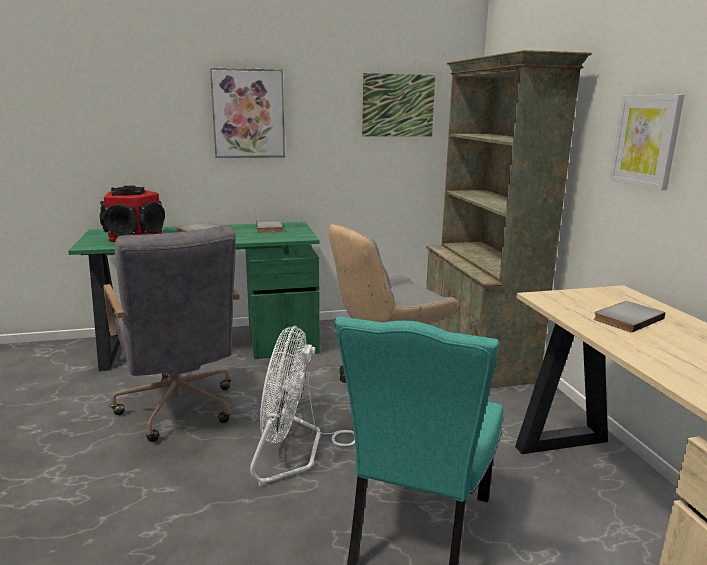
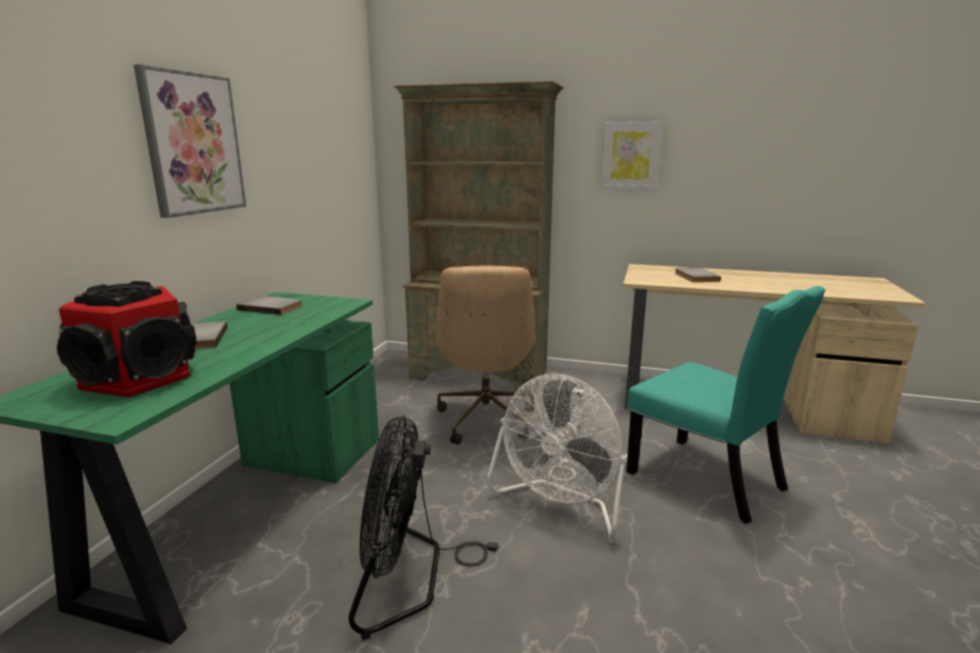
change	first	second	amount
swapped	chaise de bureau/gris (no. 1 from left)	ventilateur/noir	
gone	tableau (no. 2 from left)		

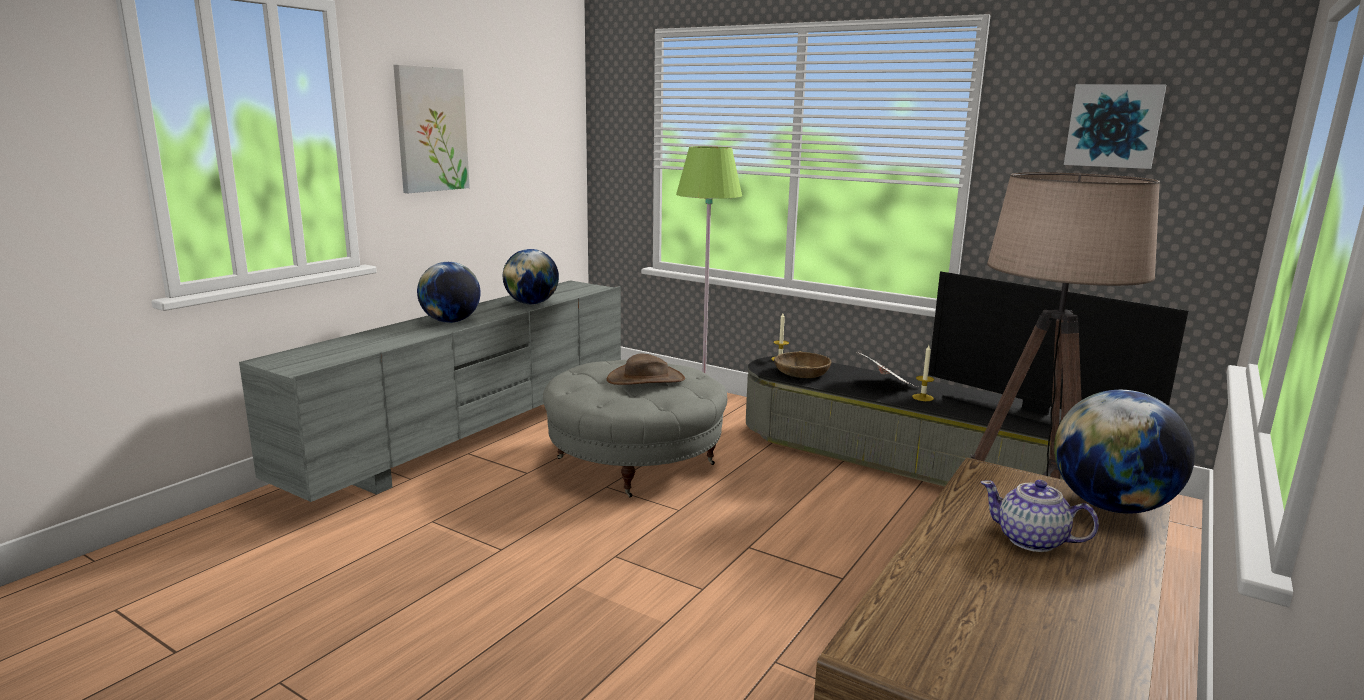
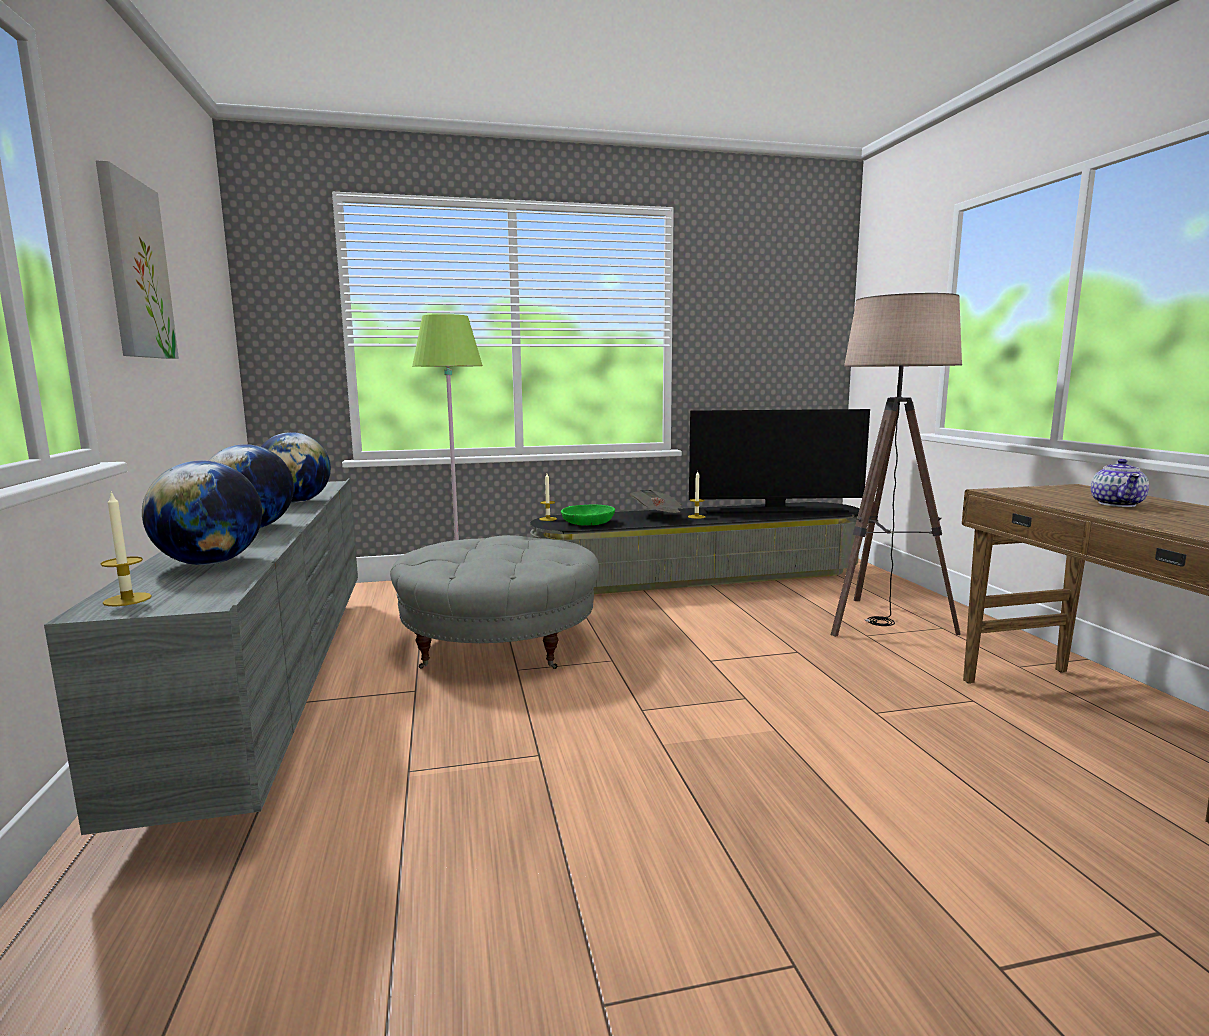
change	first	second	amount
gone	chapeau/marron		
repainted	bol/marron	bol/vert	
rotated	théière		60 degrees counterclockwise
shifted	globe (no. 3 from left in the first image)	globe (no. 1 from left)	
gone	tableau (no. 2 from left)		
new		bougie (no. 1 from left)	

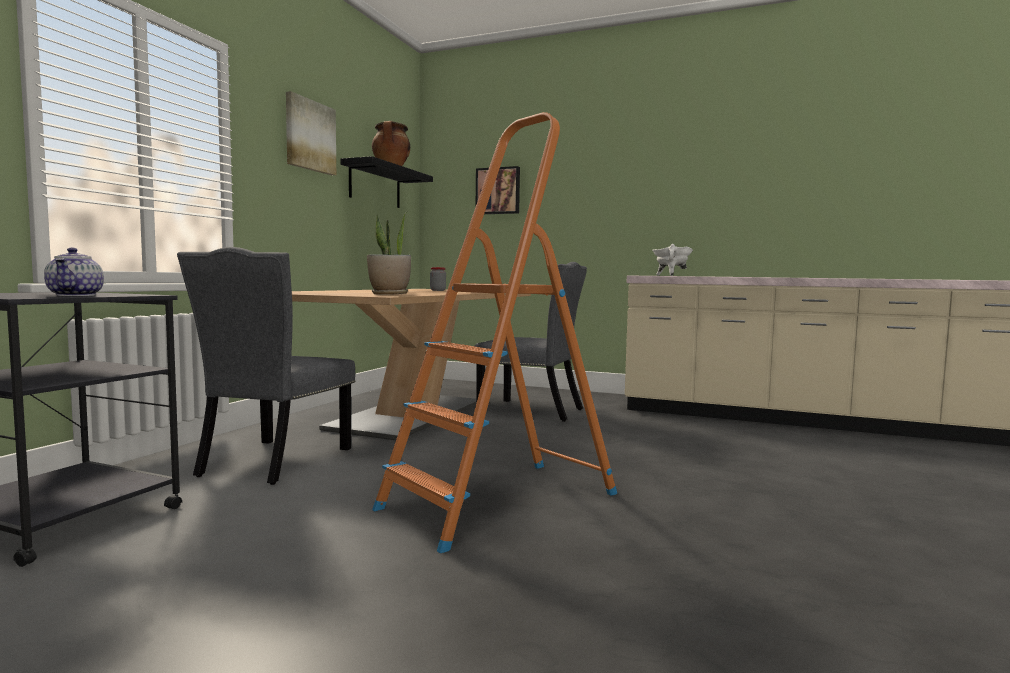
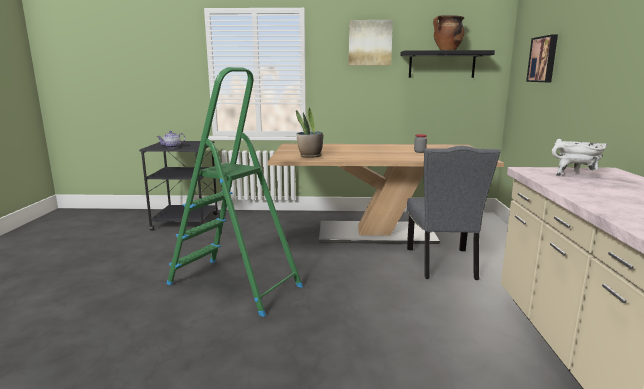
change	first	second	amount
gone	chaise/gris (no. 1 from left)		
repainted	escabeau/orange	escabeau/vert	

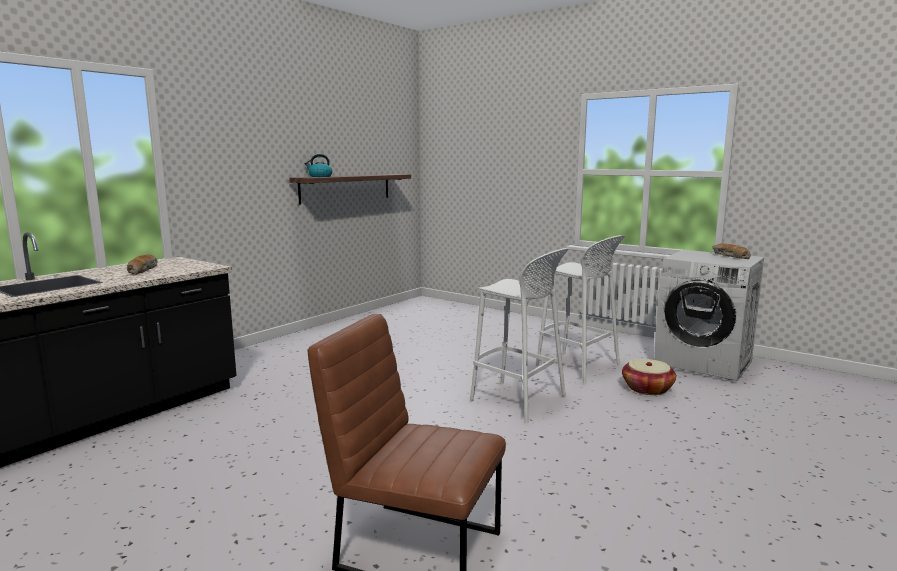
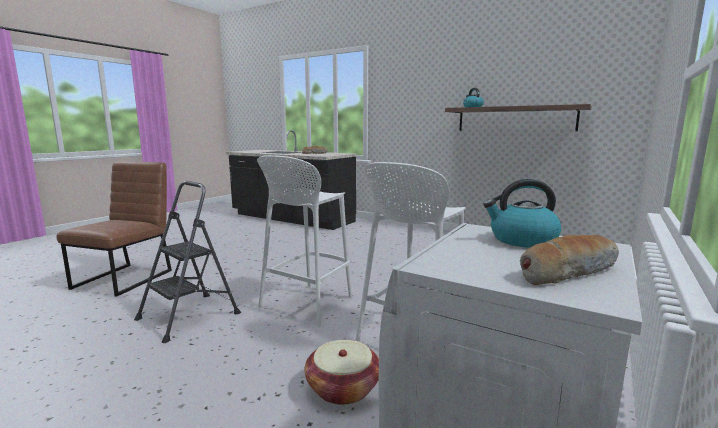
change	first	second	amount
new		escabeau/noir	
new		bouilloire (no. 2 from left)	

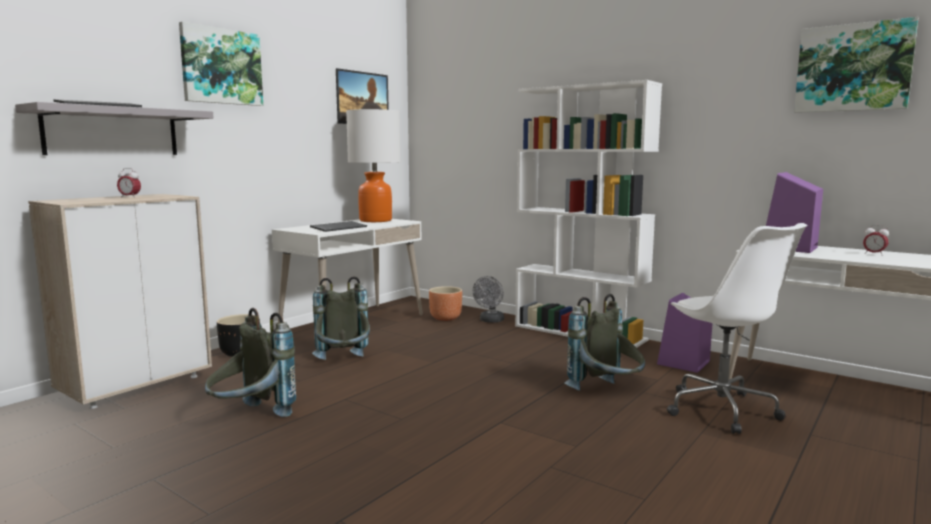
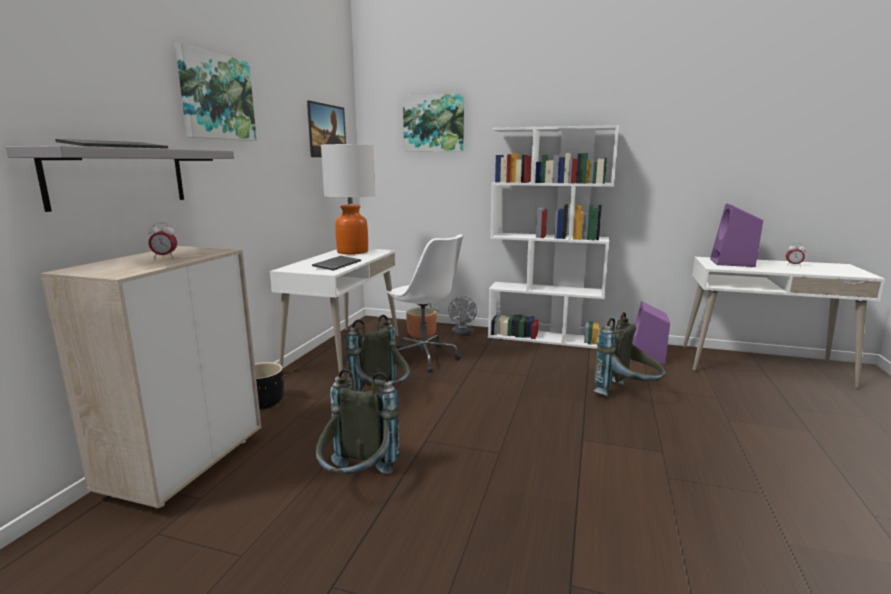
change	first	second	amount
shifted	chaise de bureau/blanc		
shifted	tableau (no. 3 from left)		

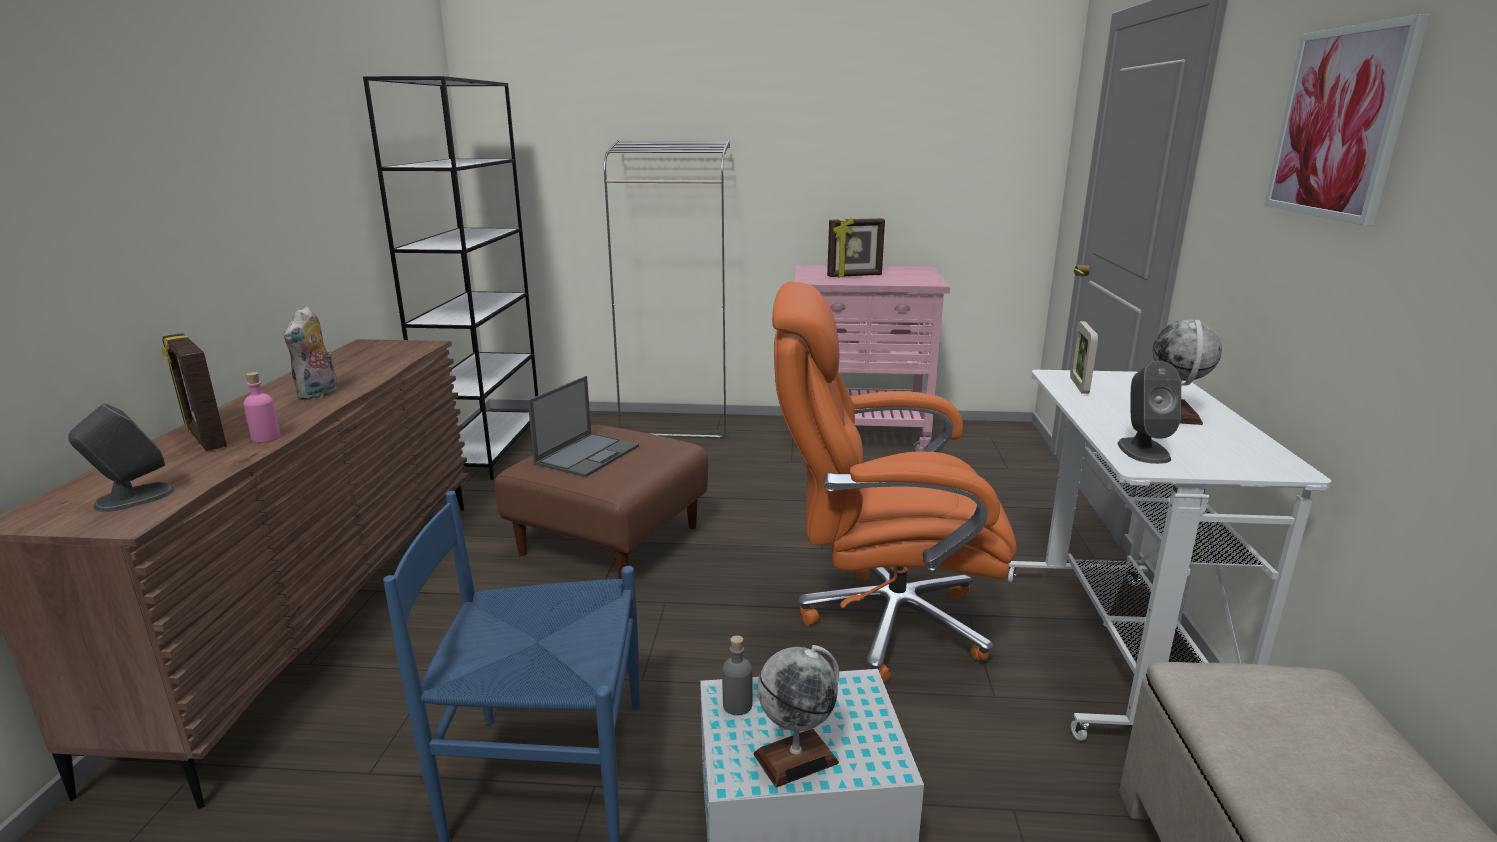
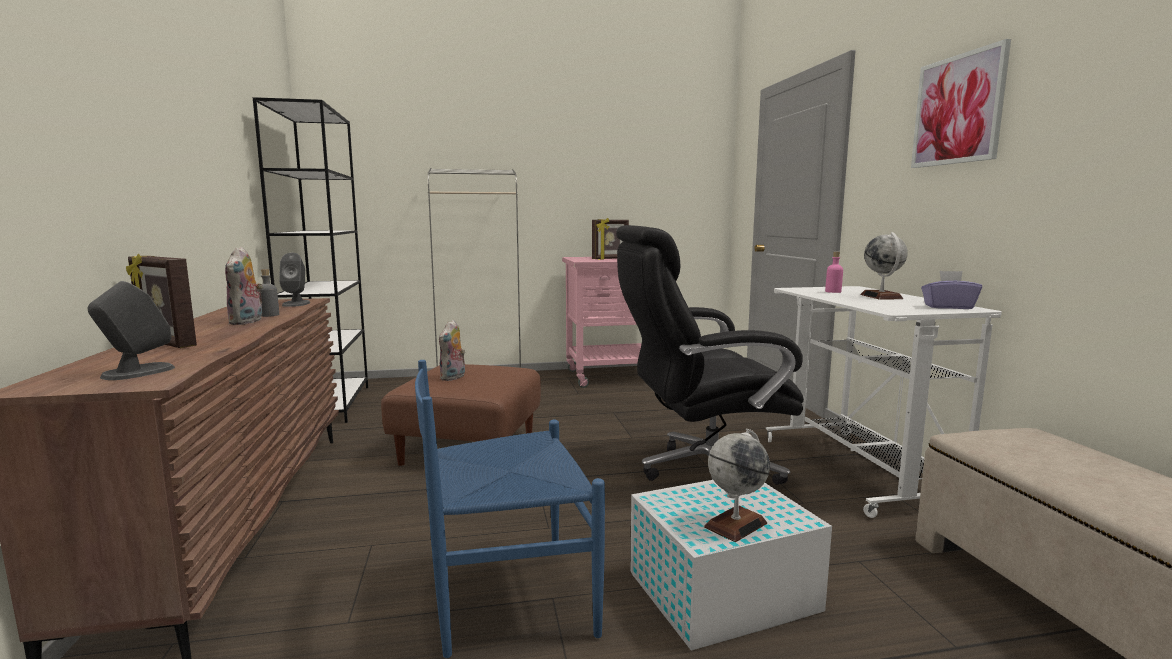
change	first	second	amount
shifted	bouteille/rose		
swapped	ordinateur portable	peluche (no. 2 from left)	
shifted	bouteille/gris		
repainted	chaise de bureau/orange	chaise de bureau/noir	
gone	cadre photo (no. 3 from left)		
shifted	enceinte/gris (no. 2 from left)		
new		boîte à mouchoirs/violet	

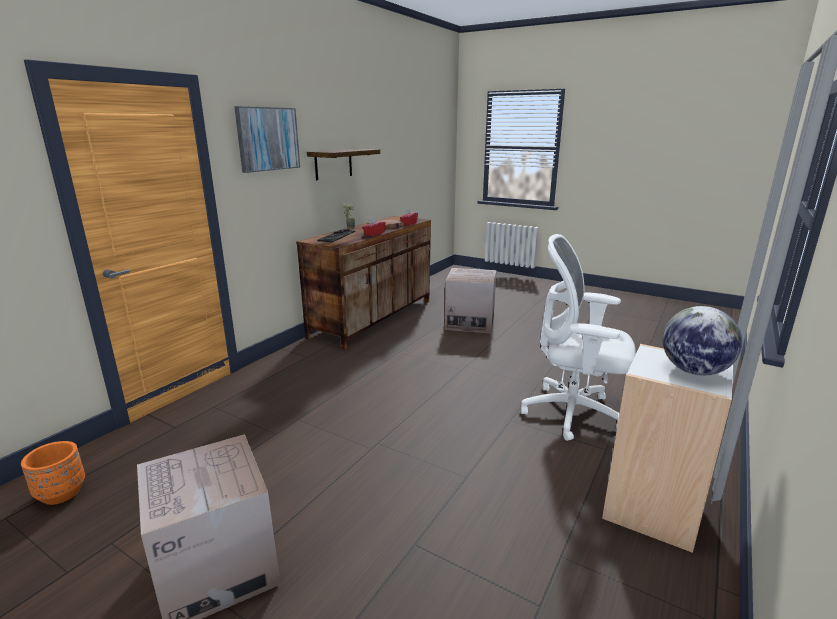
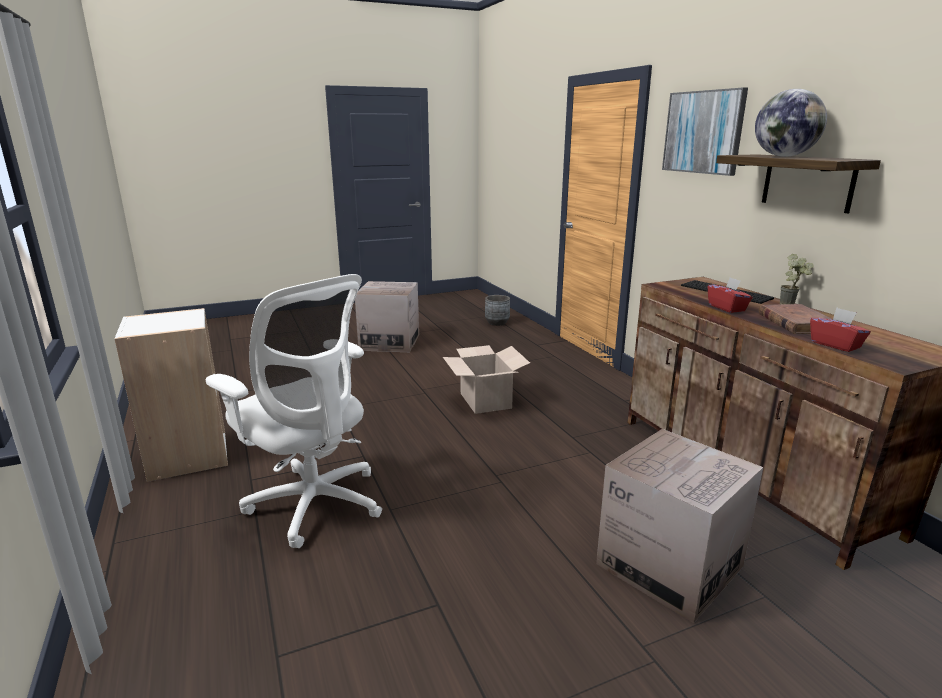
change	first	second	amount
repainted	cache-pot/orange	cache-pot/gris	
rotated	chaise de bureau/blanc		75 degrees clockwise
shifted	globe		
new		carton (no. 2 from left)	

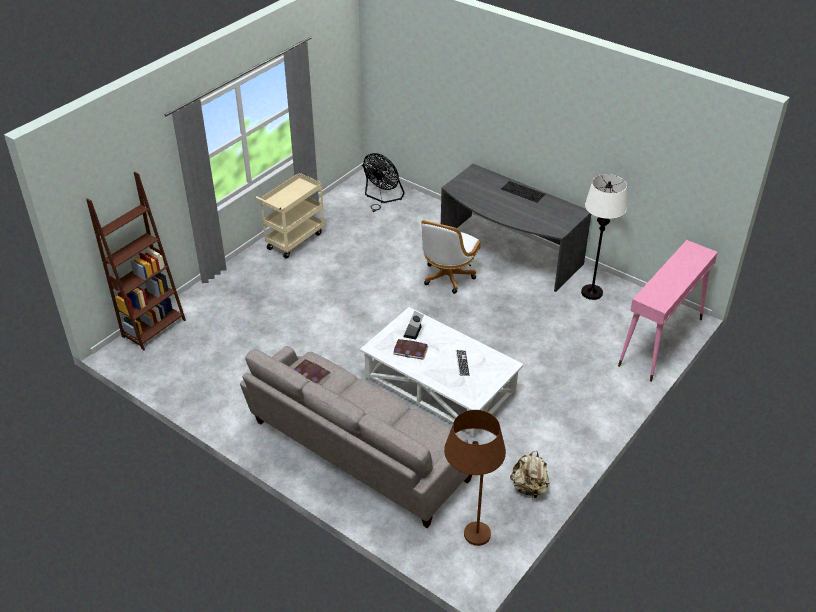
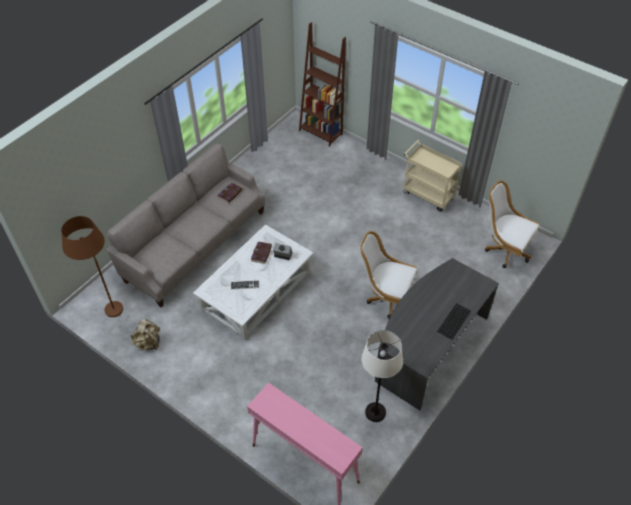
change	first	second	amount
swapped	ventilateur/noir	chaise de bureau/blanc (no. 2 from left)	

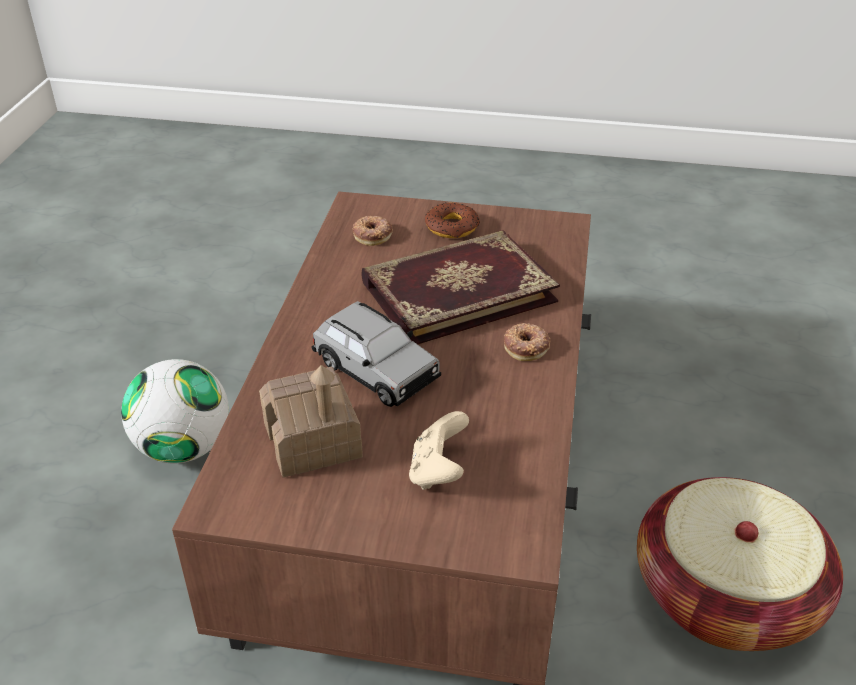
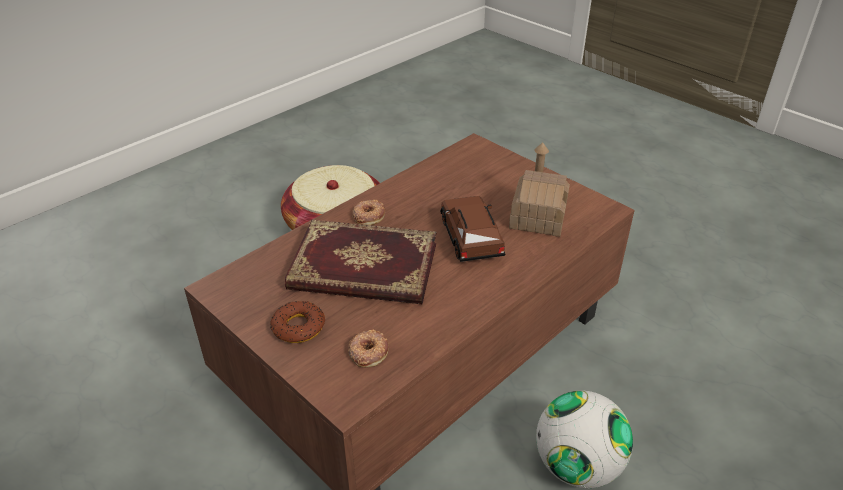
change	first	second	amount
repainted	petite voiture/gris	petite voiture/marron	
gone	manette/beige		

